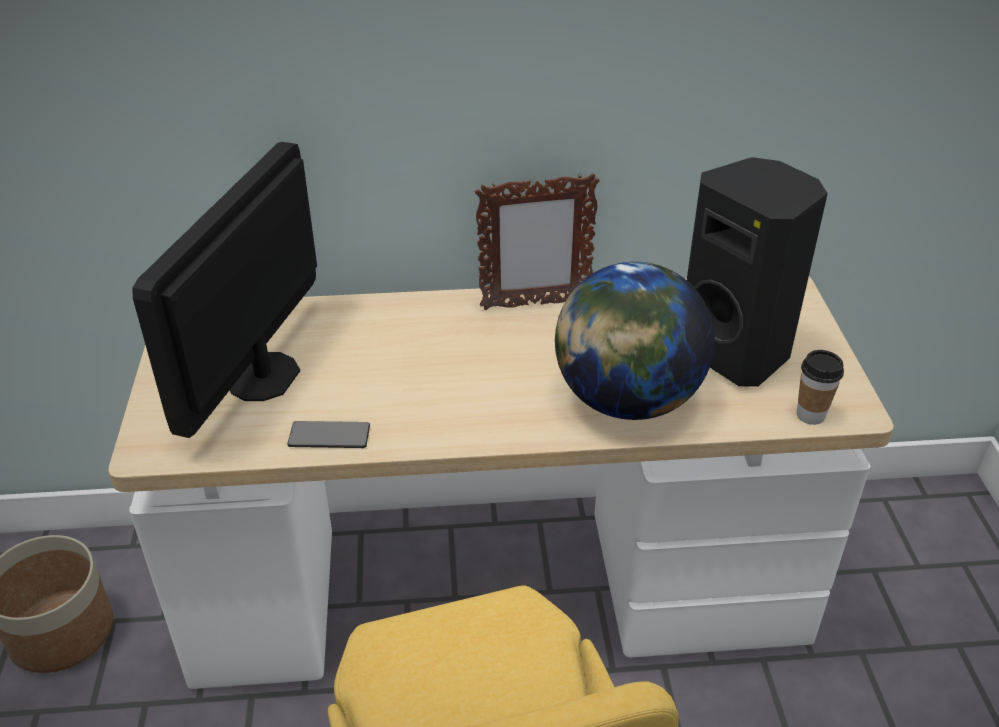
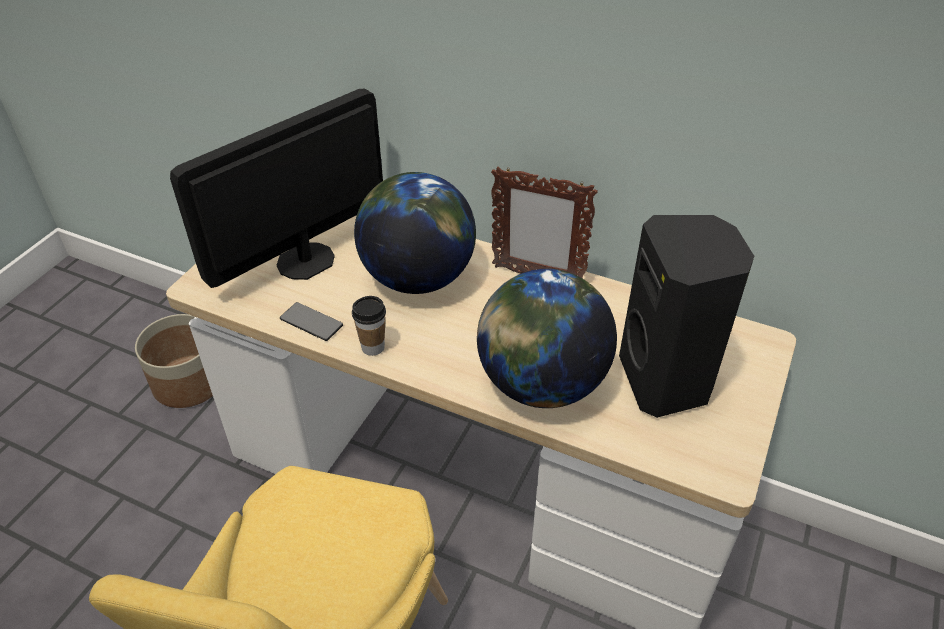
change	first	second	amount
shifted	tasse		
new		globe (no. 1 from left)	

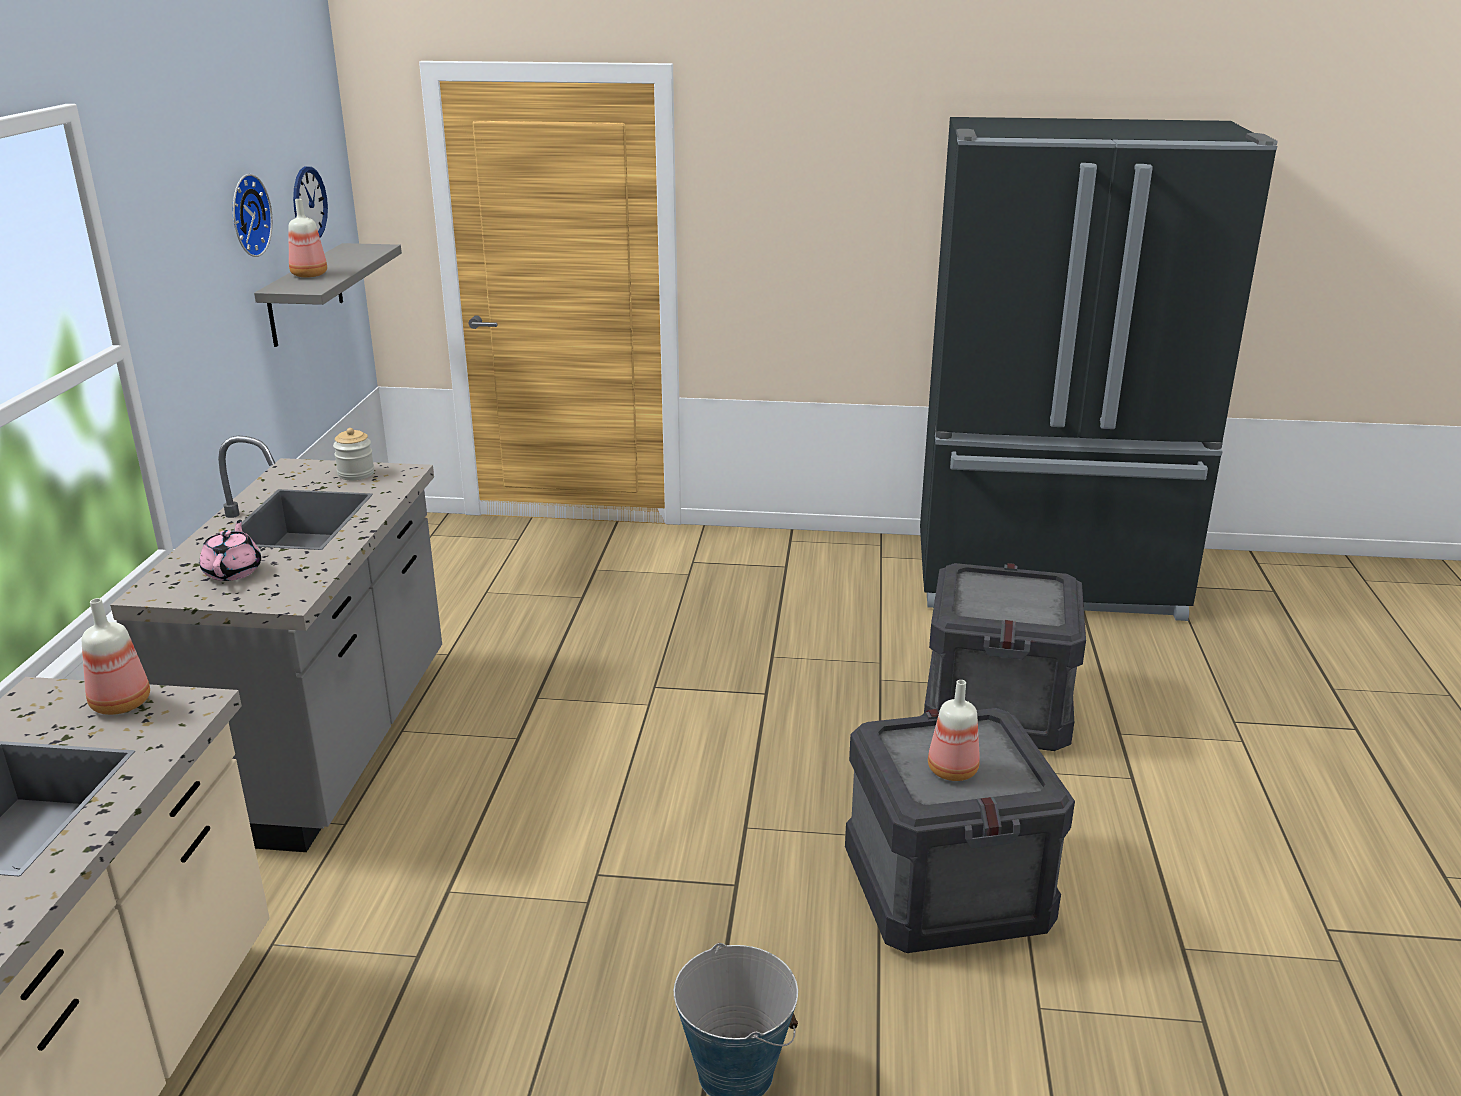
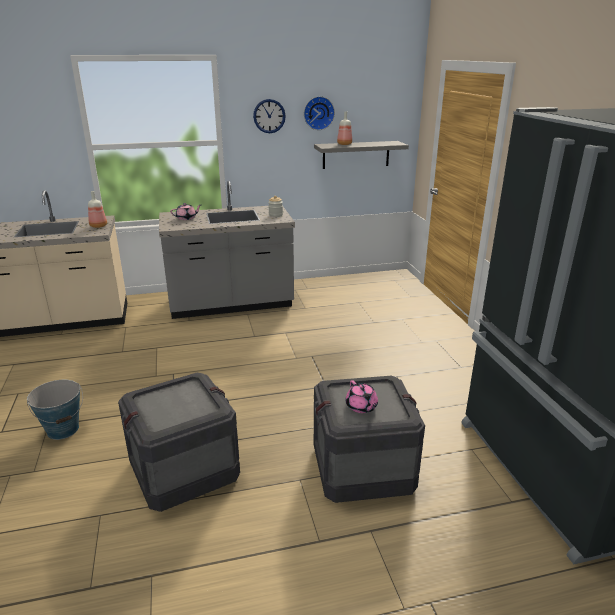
change	first	second	amount
shifted	horloge murale (no. 2 from left in the first image)	horloge murale (no. 1 from left)	
gone	bouteille (no. 3 from left)		
new		théière/rose (no. 2 from left)	

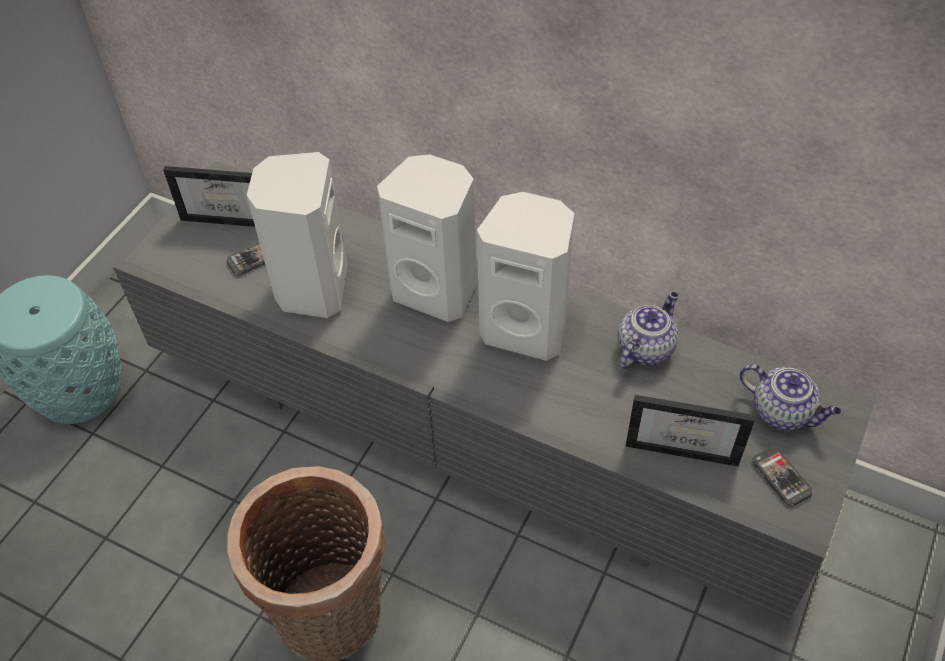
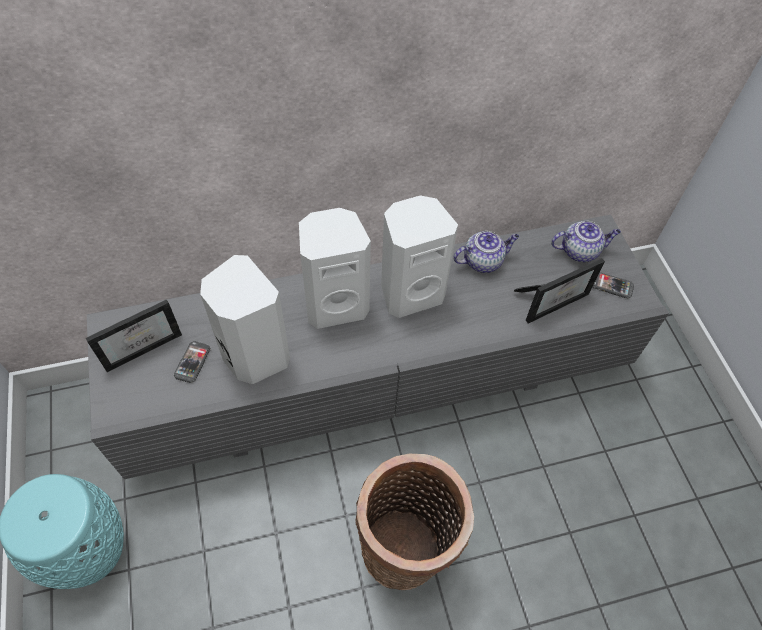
change	first	second	amount
rotated	théière (no. 1 from left)		75 degrees clockwise

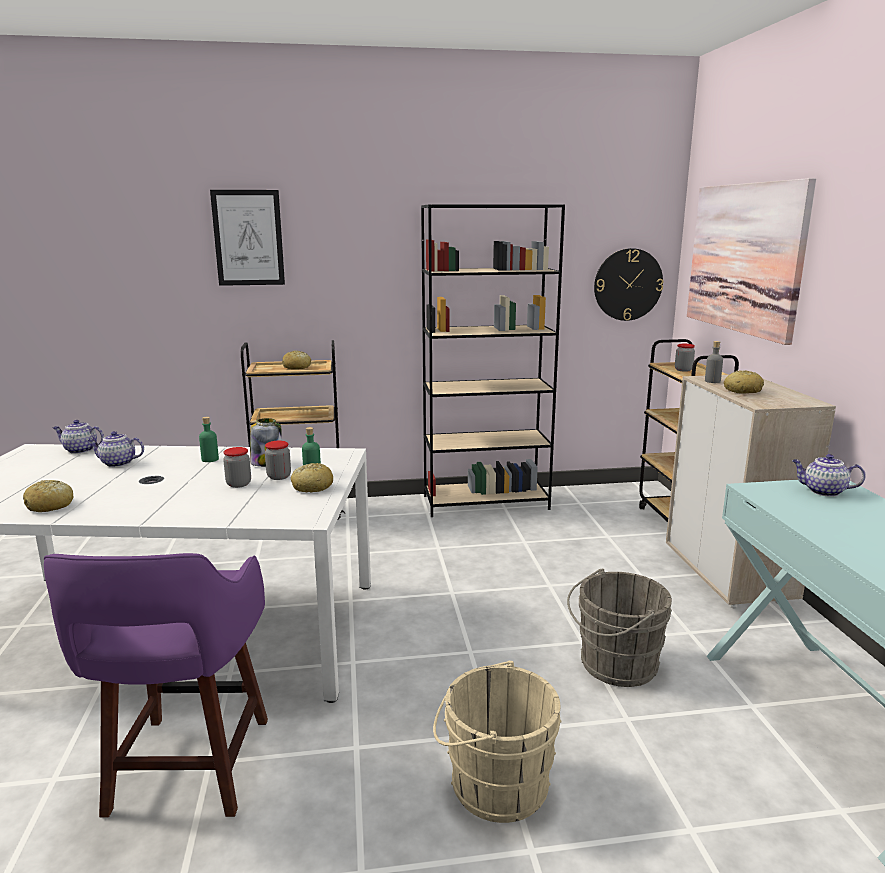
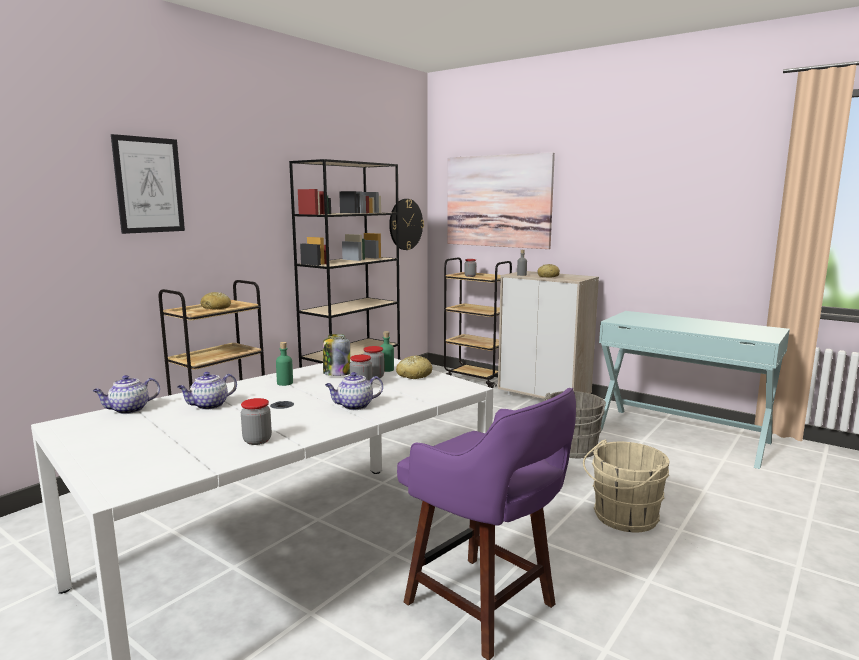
change	first	second	amount
swapped	pain (no. 1 from left)	bocal (no. 1 from left)	
shifted	théière (no. 3 from left)		

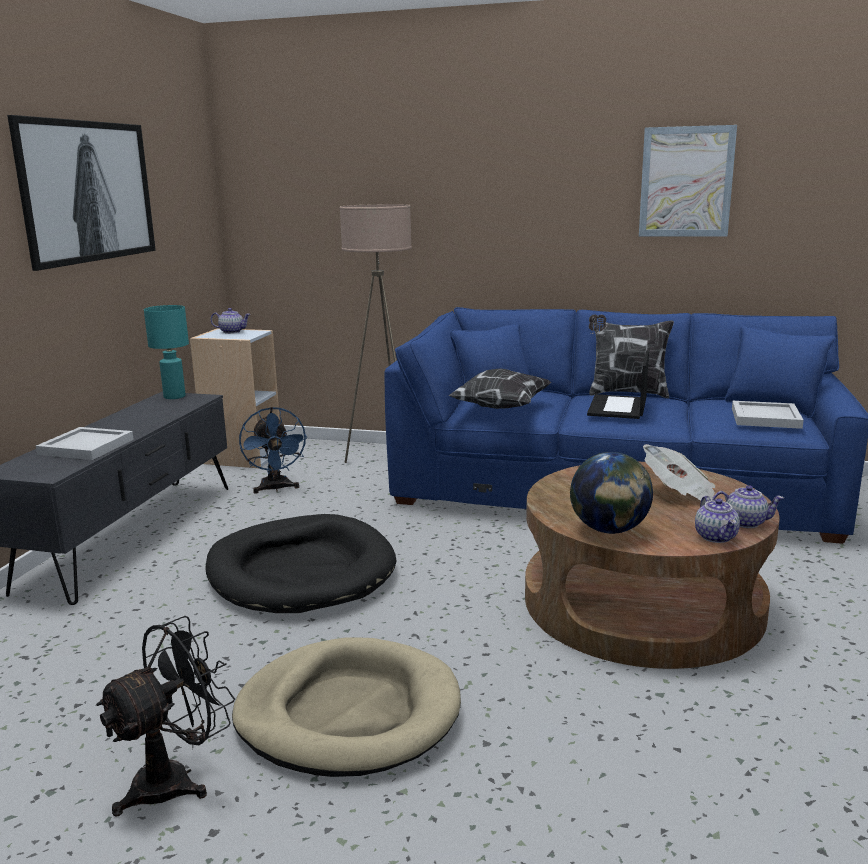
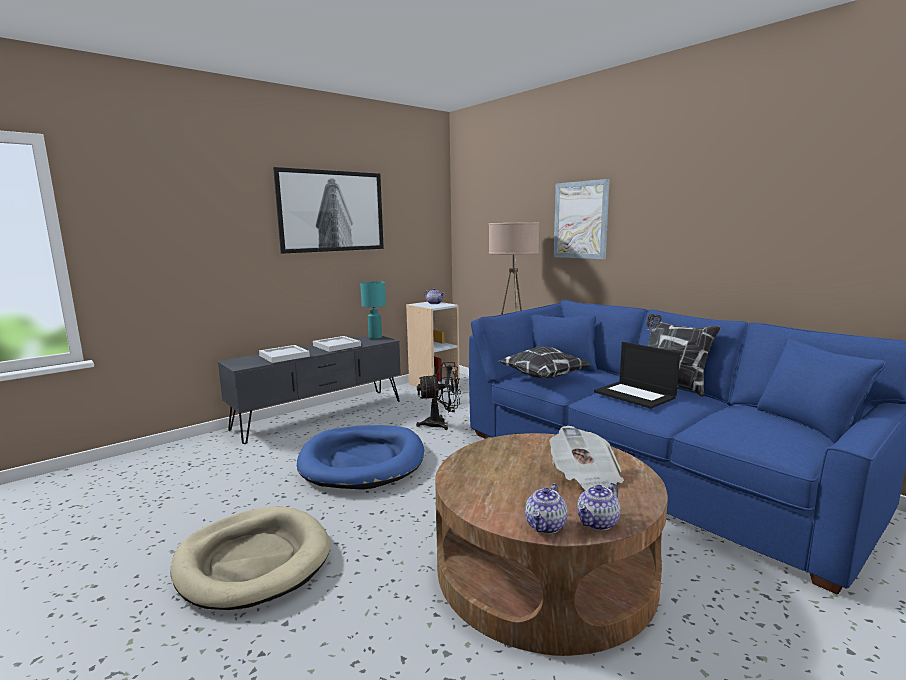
change	first	second	amount
shifted	ventilateur/noir		
repainted	panier pour chien/noir	panier pour chien/bleu	
gone	ventilateur/bleu		
gone	globe		
rotated	ordinateur portable		90 degrees counterclockwise
shifted	tableau (no. 2 from left)		
rotated	théière (no. 3 from left)		90 degrees clockwise
shifted	plateau/blanc (no. 2 from left)		

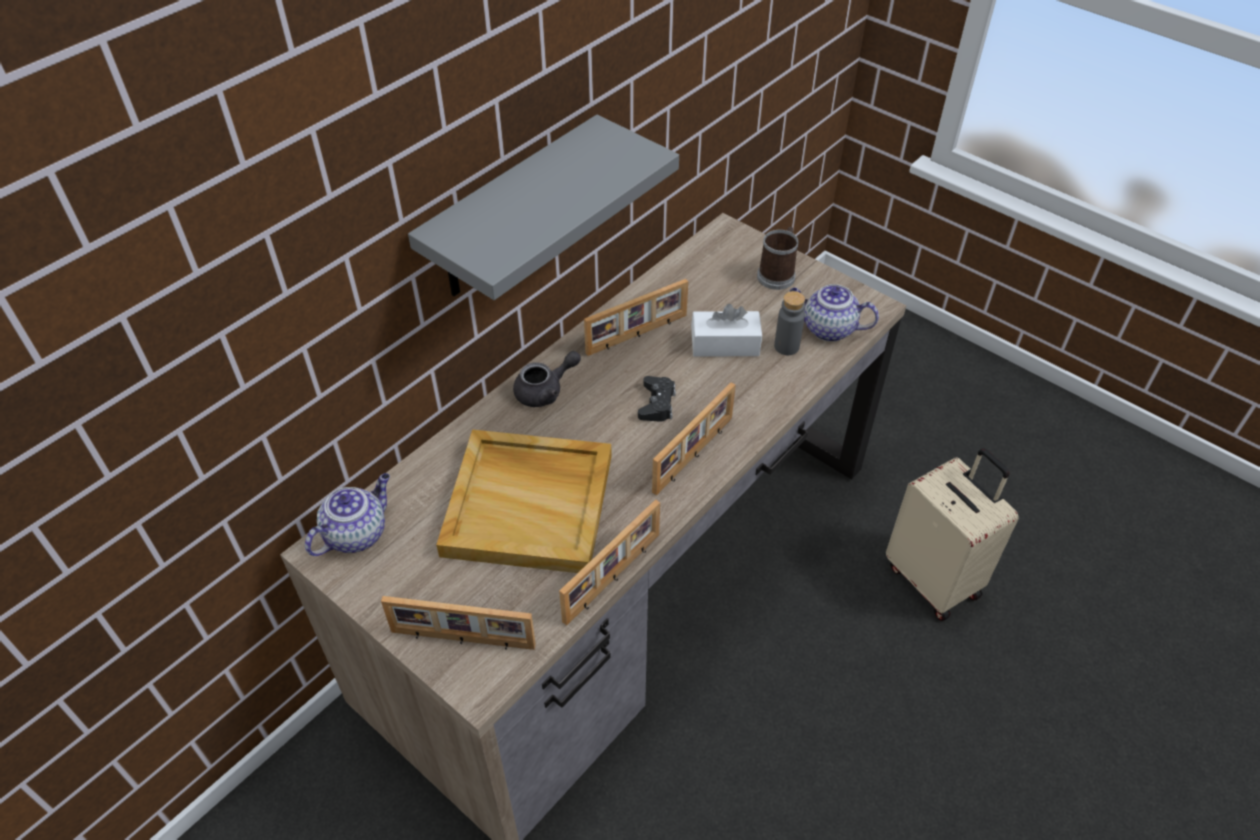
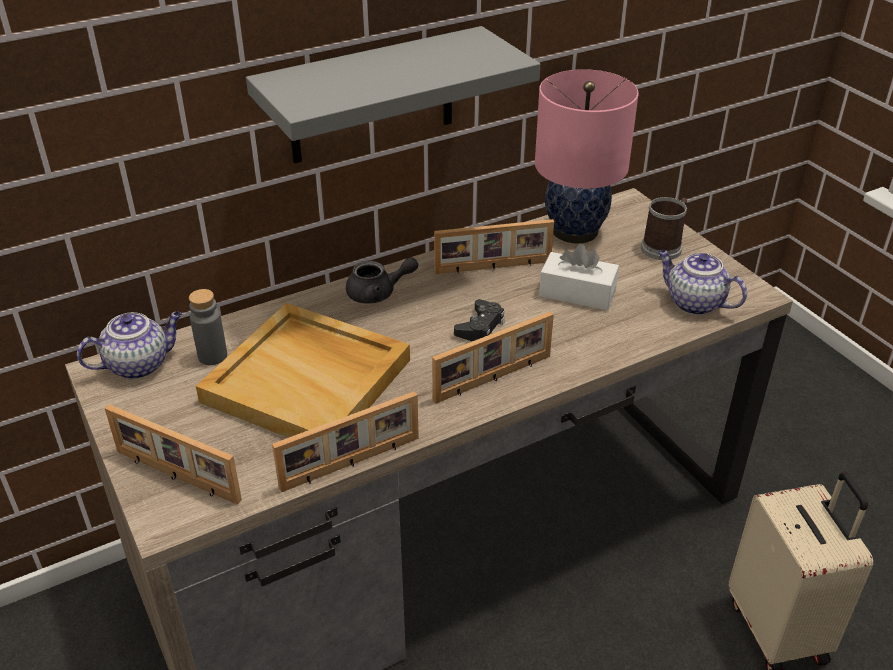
change	first	second	amount
shifted	bouteille/gris		
new		lampe de table/rose	

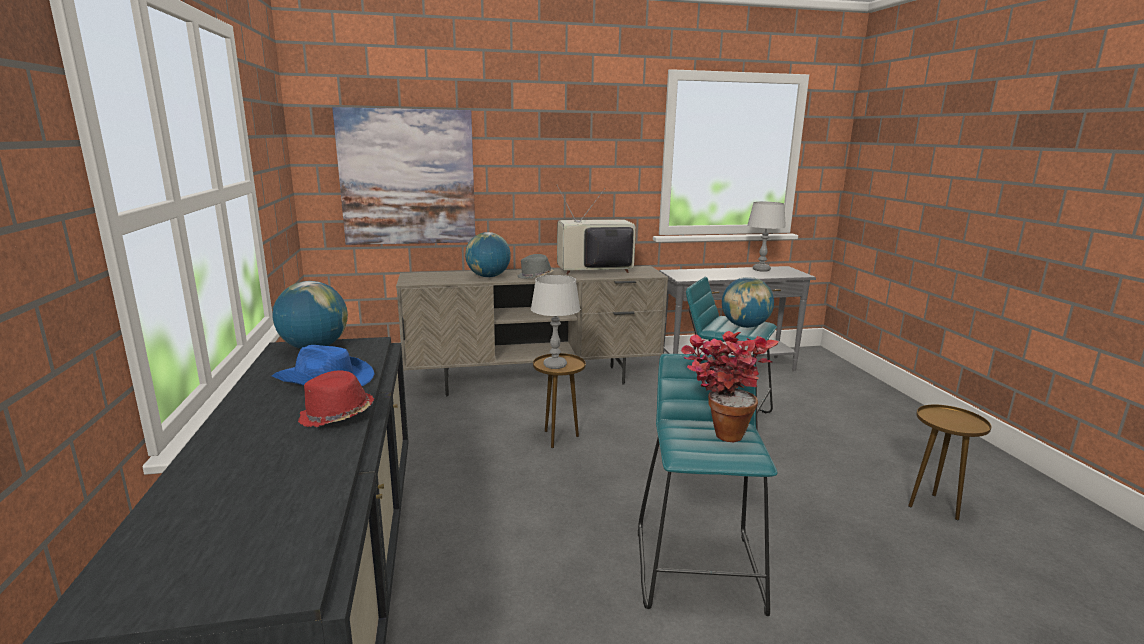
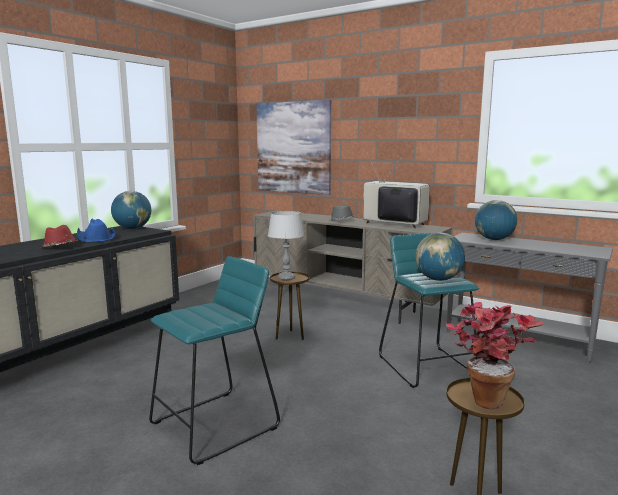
change	first	second	amount
shifted	globe (no. 2 from left in the first image)	globe (no. 3 from left)	
shifted	plante en pot		
gone	lampe de table/gris (no. 2 from left)		

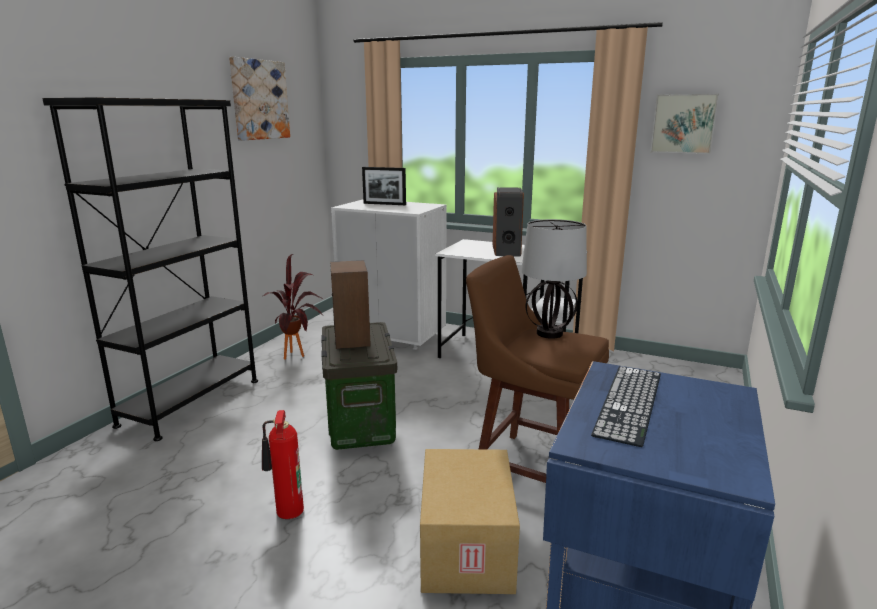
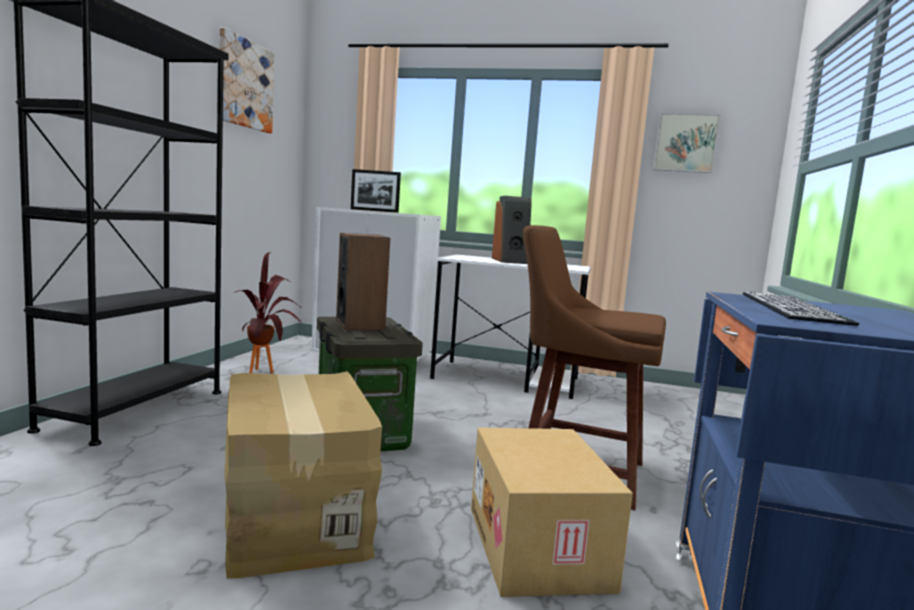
change	first	second	amount
swapped	extincteur	carton (no. 1 from left)	
gone	lampe de table		

